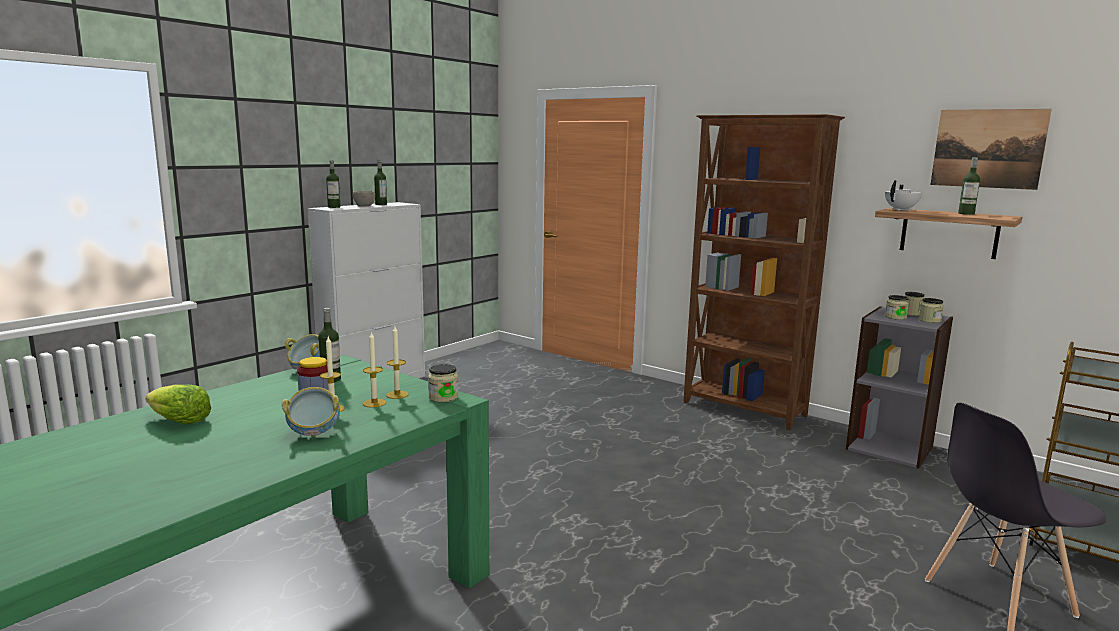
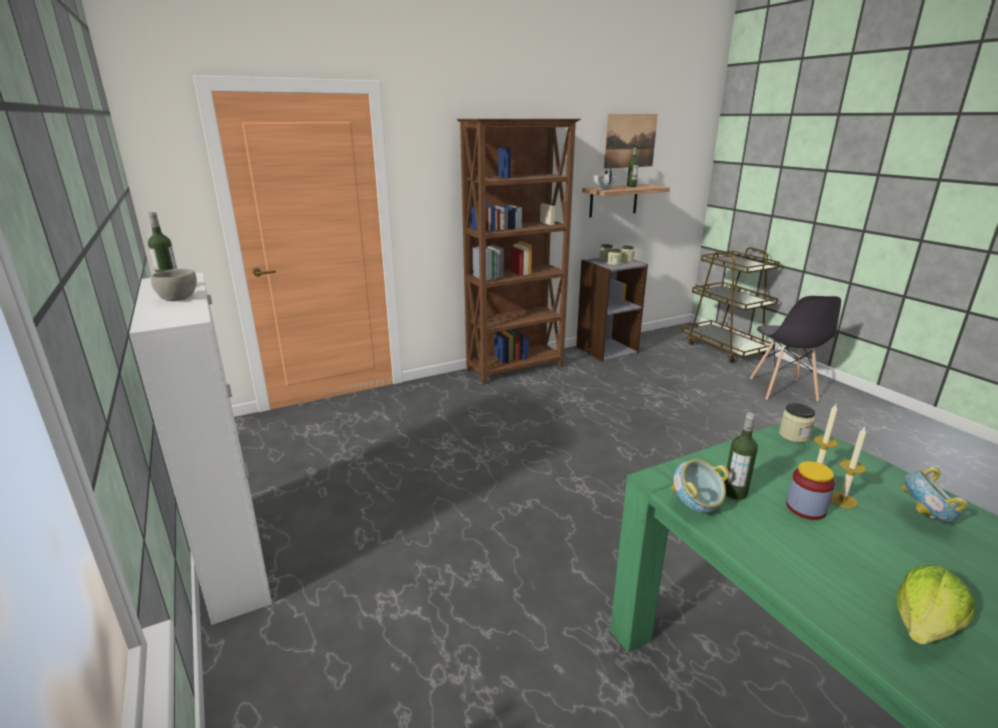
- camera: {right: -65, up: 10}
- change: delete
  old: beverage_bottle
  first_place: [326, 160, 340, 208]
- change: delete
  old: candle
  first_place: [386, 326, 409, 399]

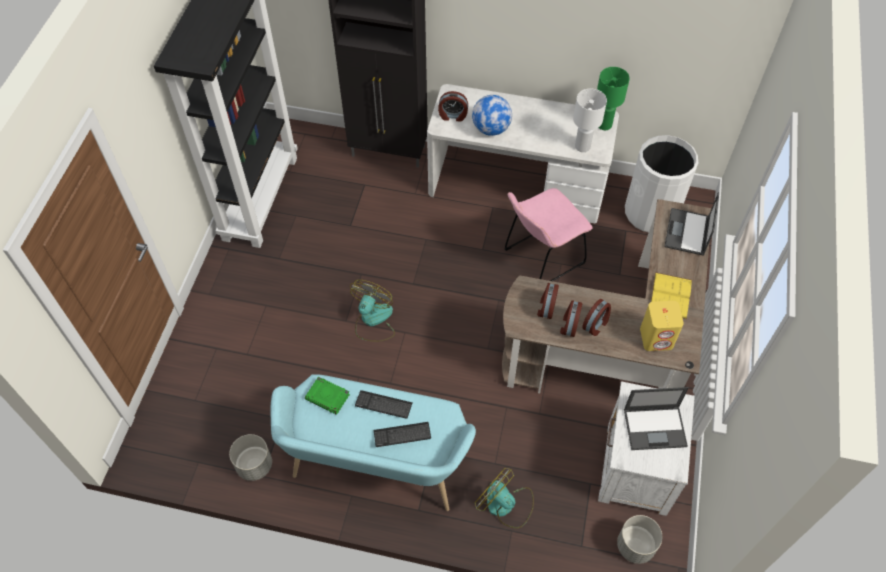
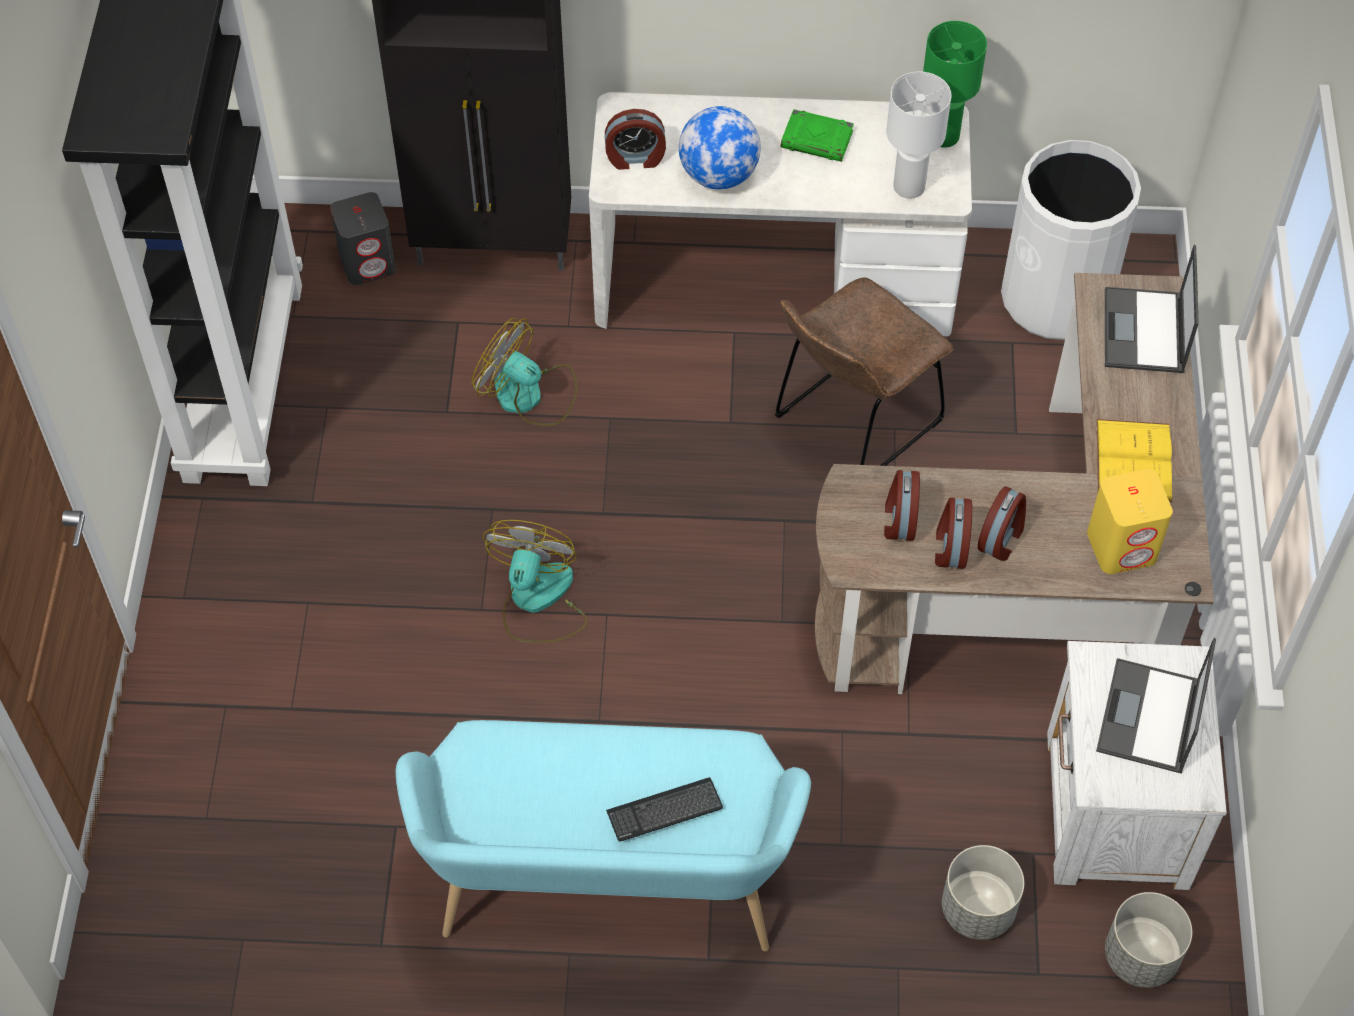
- camera: {right: -10, up: 0}
- change: recolor
  old: pink_upright_chair
  new: brownish_upright_chair
  first_place: [504, 188, 592, 281]
  second_place: [775, 278, 953, 466]
- change: move
  old: greenish_book
  first_place: [305, 376, 350, 415]
  second_place: [781, 109, 854, 162]
- change: rotate
  old: portable_computer
  first_place: [624, 387, 689, 450]
  second_place: [1096, 638, 1216, 774]
  degrees: 120
- change: delete
  old: PC_keyboard
  first_place: [355, 390, 413, 419]
- change: move
  old: greyish_planter
  first_place: [229, 434, 272, 481]
  second_place: [942, 845, 1024, 940]
- change: move
  old: electric_fan
  first_place: [475, 468, 534, 528]
  second_place: [471, 318, 577, 426]
- change: insert
  new: greyish_audio_speaker
  second_place: [330, 192, 396, 285]

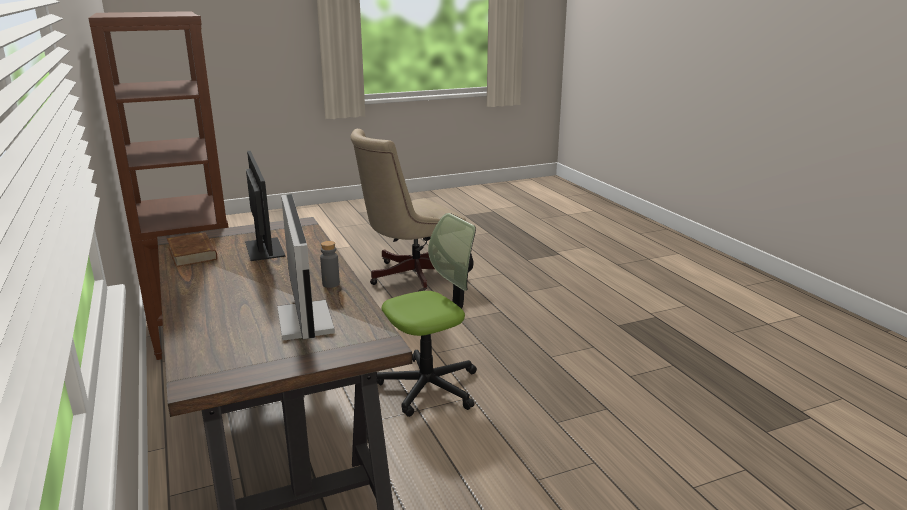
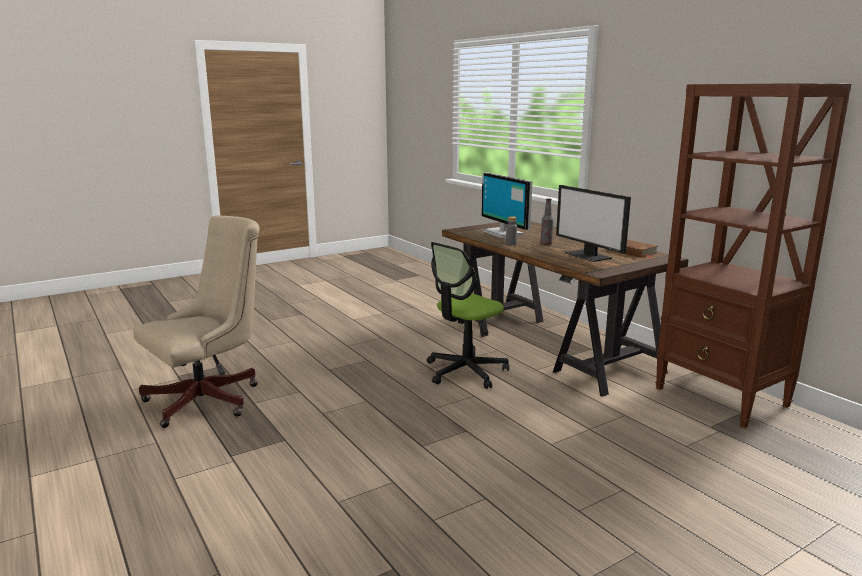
- camera: {right: 170, up: -5}
- change: move
  old: sand-coloured_office_chair
  first_place: [350, 129, 466, 291]
  second_place: [133, 215, 260, 428]
- change: insert
  new: beverage_bottle
  second_place: [541, 198, 554, 245]

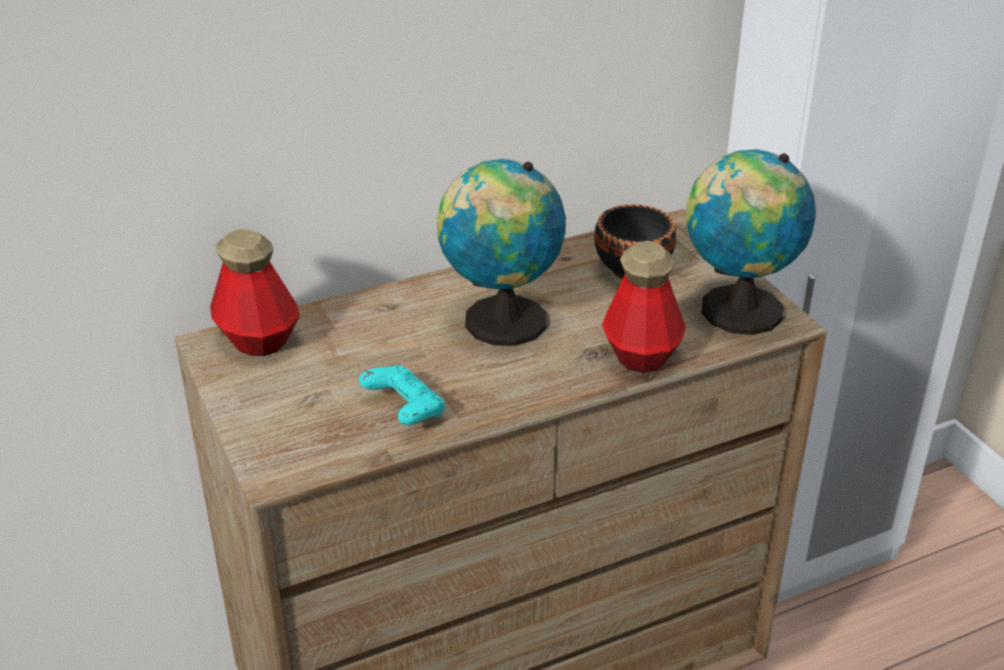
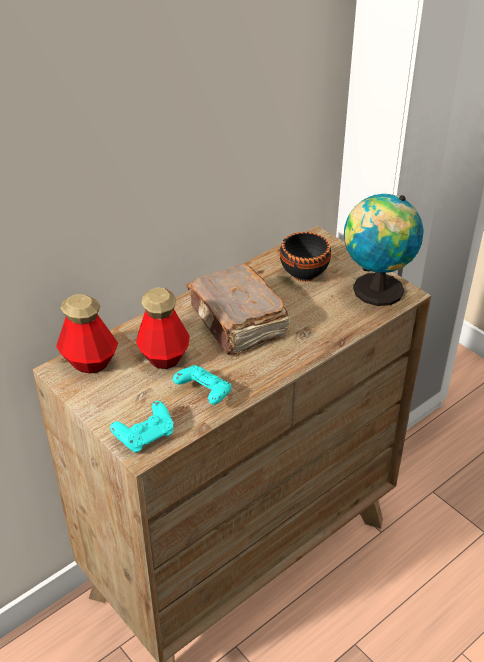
- camera: {right: -15, up: 5}
- change: replace
  old: globe
  new: brownish_book
  first_place: [437, 159, 566, 346]
  second_place: [186, 264, 290, 355]
- change: move
  old: beverage_bottle
  first_place: [602, 241, 686, 373]
  second_place: [136, 288, 190, 369]
- change: insert
  new: turquoise-coloured_joypad
  second_place: [110, 401, 173, 453]

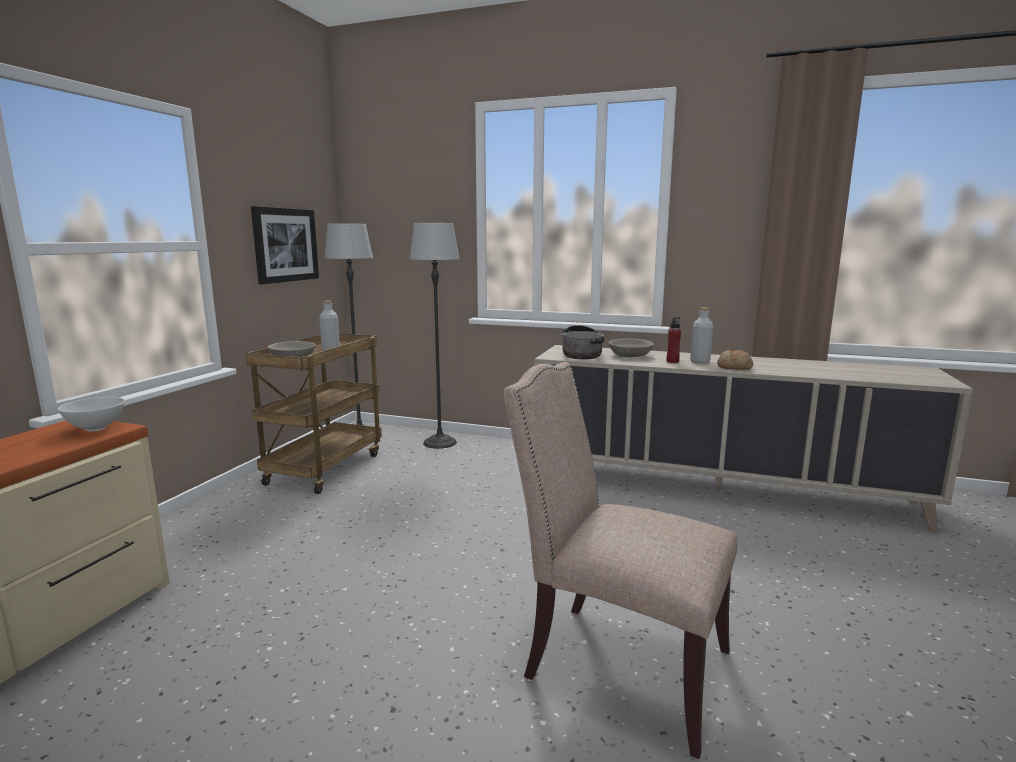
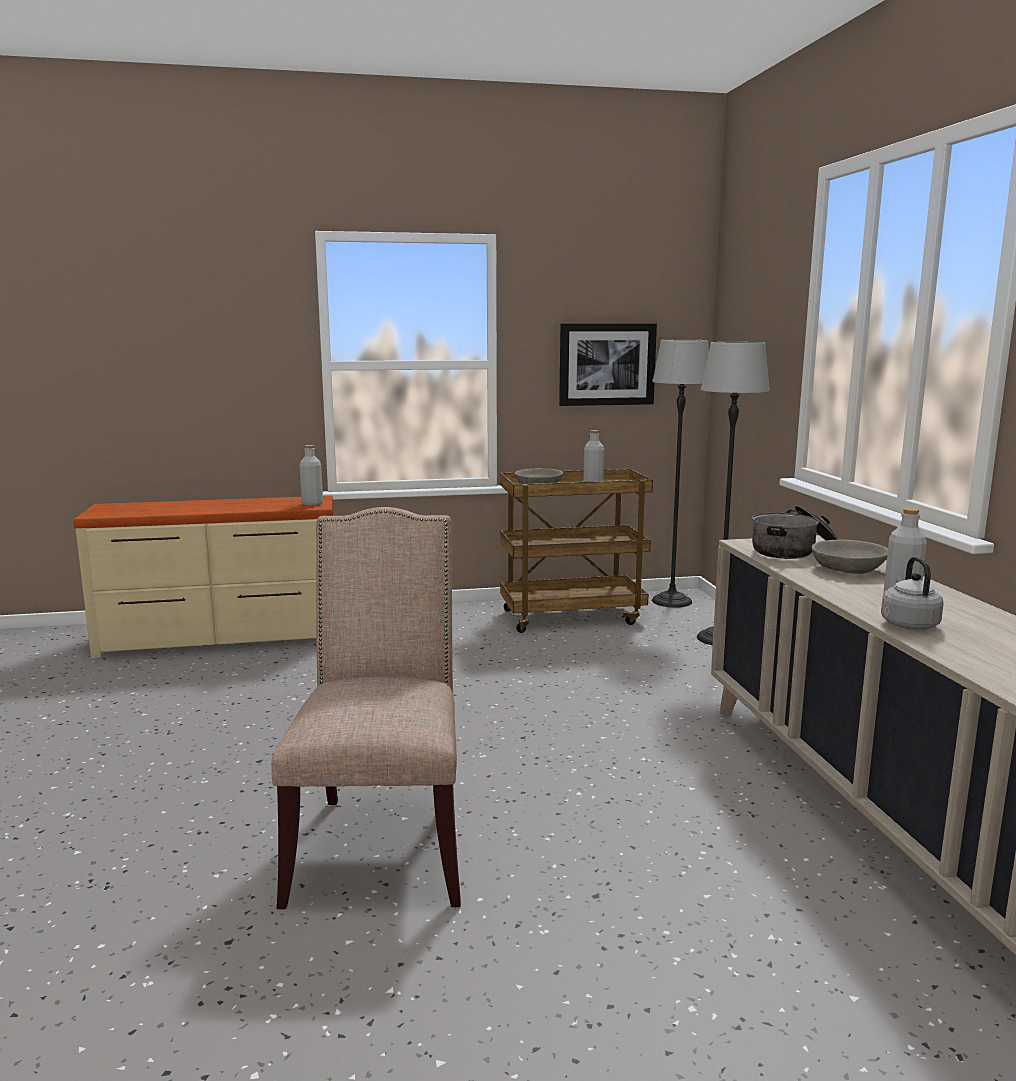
- camera: {right: 60, up: 0}
- change: delete
  old: reddish_beverage_bottle
  first_place: [667, 317, 681, 363]
- change: replace
  old: bread
  new: greyish_kettle
  first_place: [717, 349, 753, 370]
  second_place: [881, 556, 944, 630]
- change: replace
  old: whitish_serving_bowl
  new: greyish_beverage_bottle
  first_place: [58, 397, 125, 431]
  second_place: [299, 445, 323, 506]

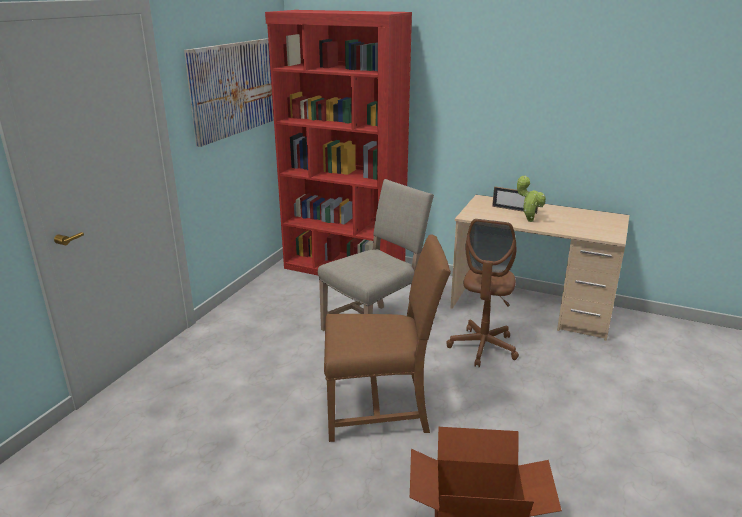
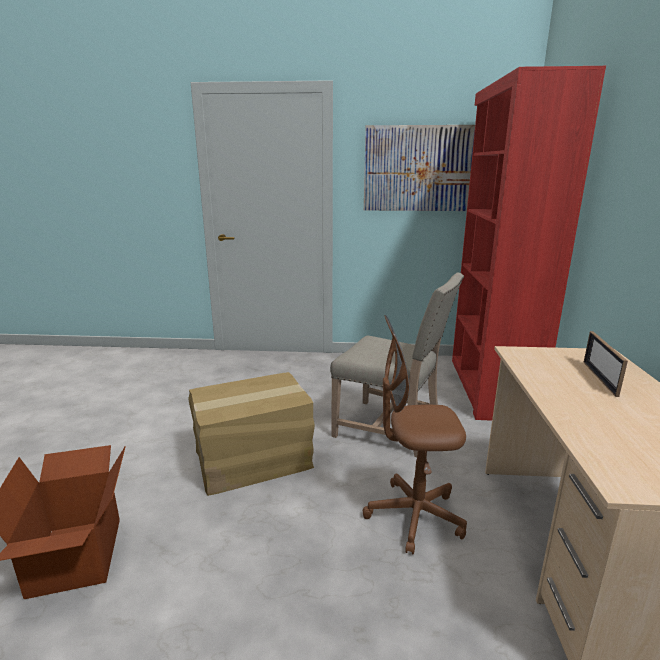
- camera: {right: 70, up: -5}
- change: delete
  old: houseplant
  first_place: [517, 176, 546, 222]
- change: replace
  old: brownish_upright_chair
  new: cardboard_box
  first_place: [324, 234, 451, 442]
  second_place: [188, 372, 315, 496]

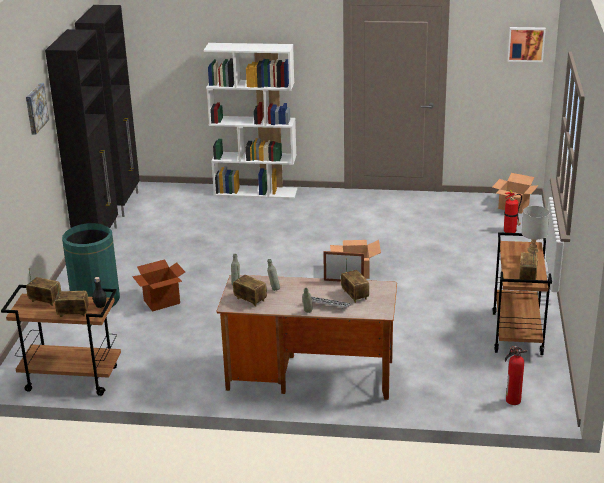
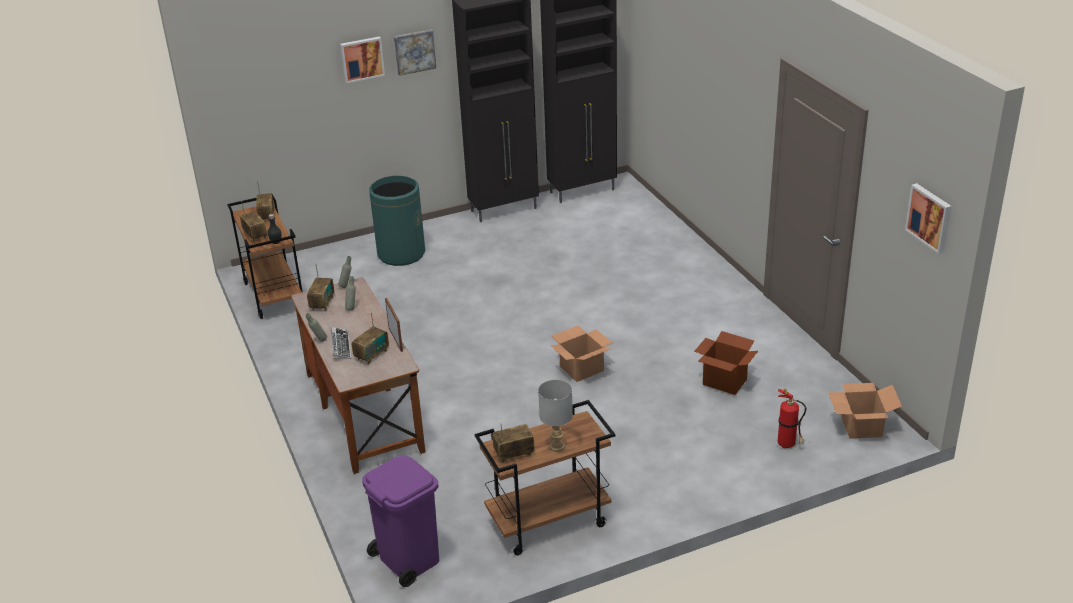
- camera: {right: 60, up: 5}
- change: delete
  old: whitish_shelving_unit
  first_place: [204, 43, 297, 199]
- change: move
  old: cardboard_box
  first_place: [132, 259, 185, 312]
  second_place: [694, 331, 758, 395]
- change: replace
  old: fire-fighting_cylinder
  new: purplish_rubbish_bin
  first_place: [505, 346, 527, 405]
  second_place: [362, 456, 439, 587]
- change: insert
  new: wall_art
  second_place: [340, 37, 385, 83]

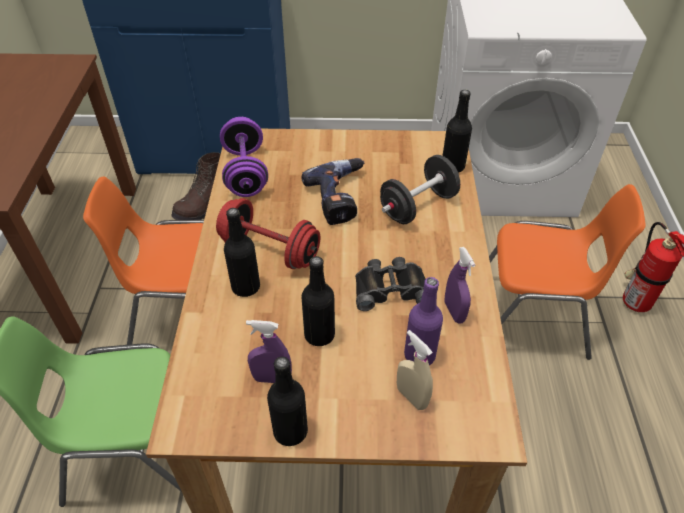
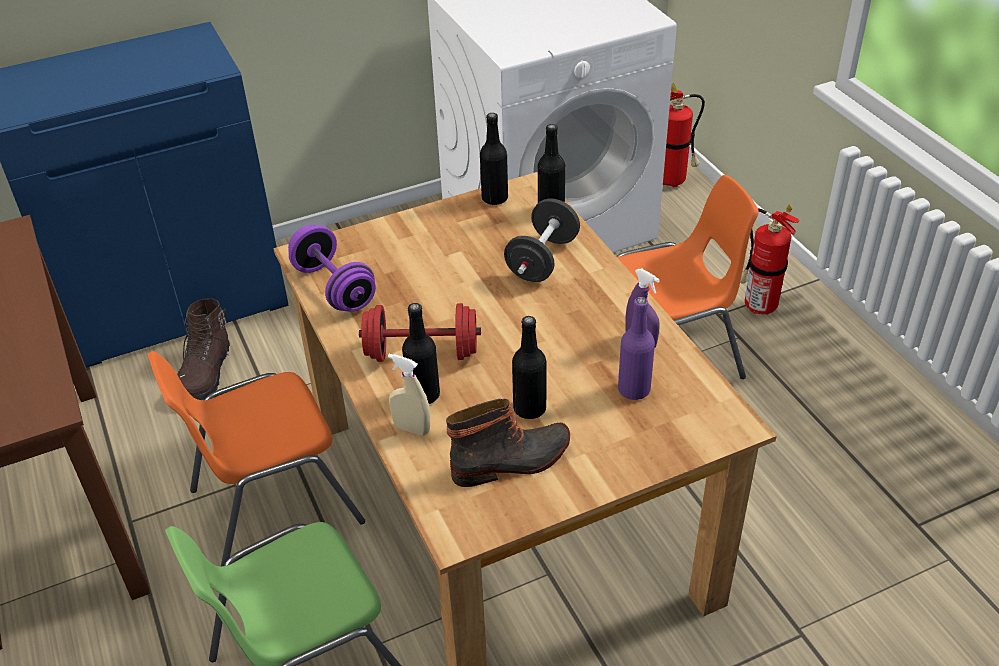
- camera: {right: -25, up: -5}
- change: delete
  old: electric_drill
  first_place: [301, 158, 364, 225]
- change: delete
  old: black-coloured_pair_of_binoculars
  first_place: [355, 257, 426, 311]
- change: replace
  old: purplish_spray_bottle
  new: boot
  first_place: [246, 320, 292, 383]
  second_place: [446, 398, 570, 487]
- change: move
  old: sand-coloured_spray_bottle
  first_place: [397, 330, 433, 410]
  second_place: [388, 354, 430, 436]
- change: move
  old: black-coloured_beverage_bottle
  first_place: [267, 356, 308, 446]
  second_place: [480, 113, 508, 205]
- change: insert
  new: fire-fighting_cylinder
  second_place: [663, 83, 705, 188]

